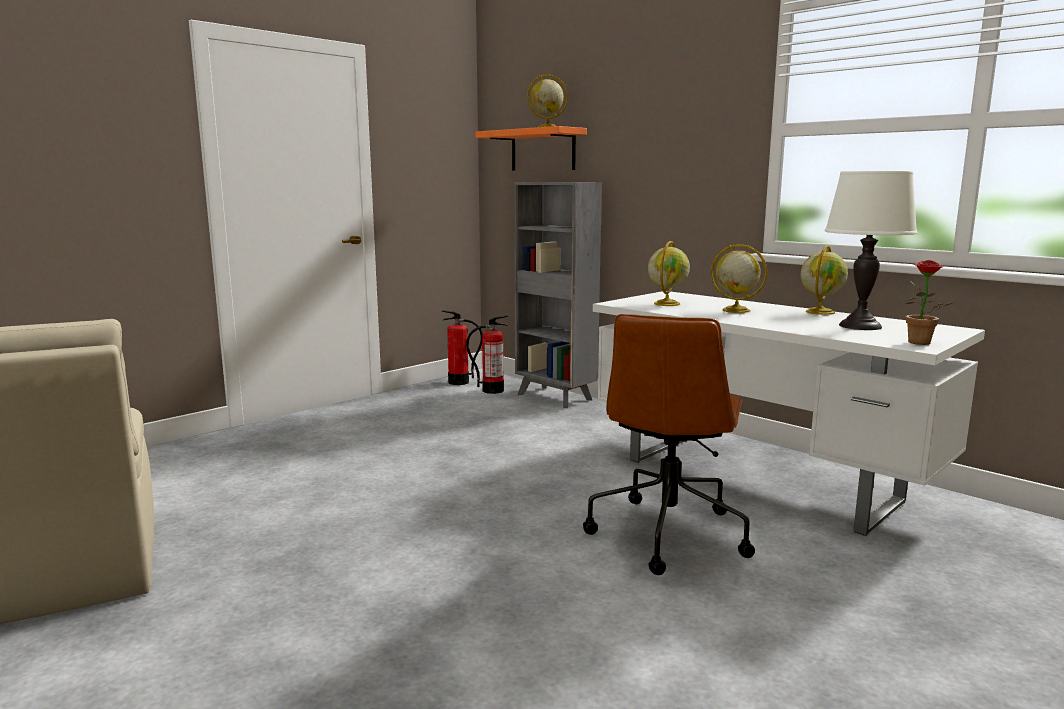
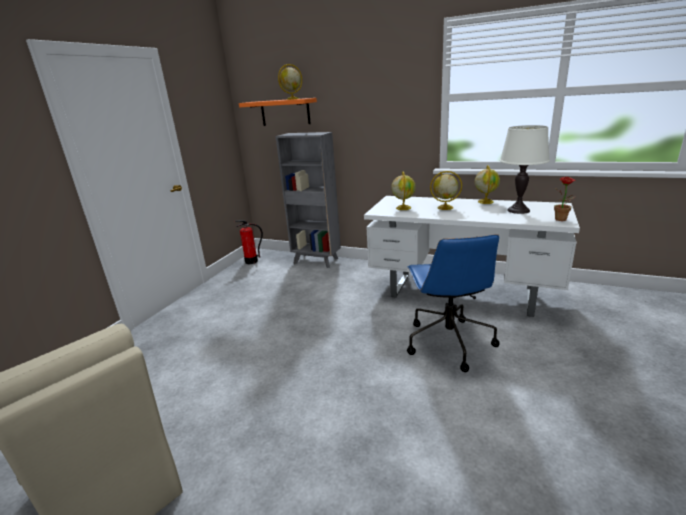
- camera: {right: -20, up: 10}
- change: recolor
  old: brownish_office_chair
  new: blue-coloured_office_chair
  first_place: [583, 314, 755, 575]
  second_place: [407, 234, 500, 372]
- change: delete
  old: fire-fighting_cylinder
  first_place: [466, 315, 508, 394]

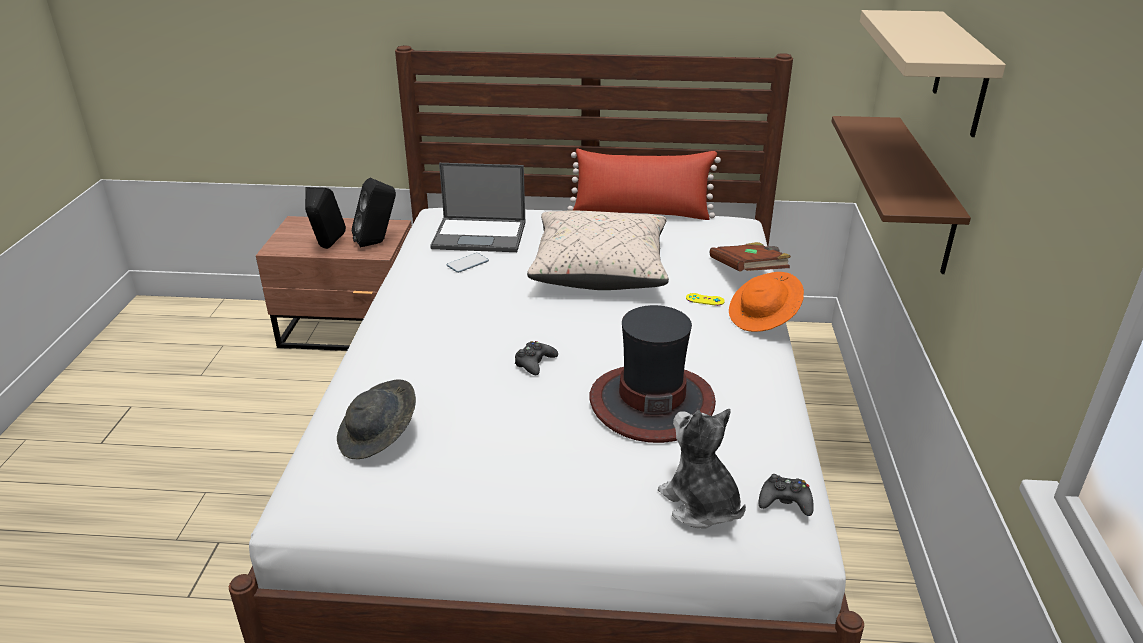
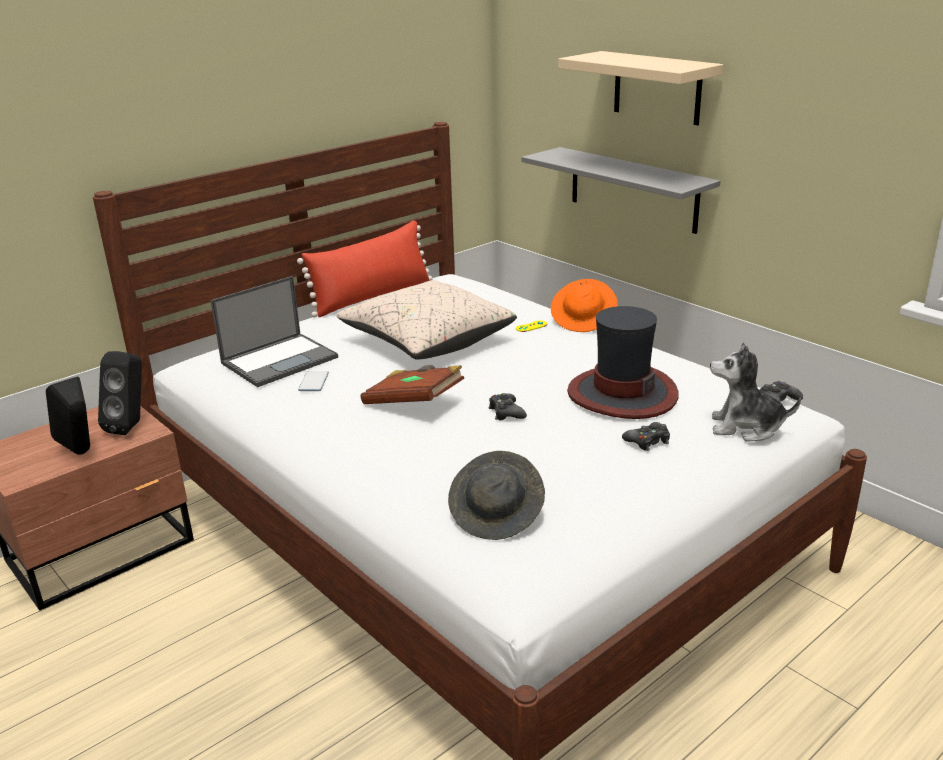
- camera: {right: -45, up: -5}
- change: recolor
  old: brownish_shelf
  new: greyish_shelf
  first_place: [832, 116, 971, 274]
  second_place: [521, 147, 720, 234]
- change: move
  old: brownish_book
  first_place: [710, 242, 791, 272]
  second_place: [360, 365, 464, 404]
- change: insert
  new: black-coloured_joypad
  second_place: [622, 422, 670, 451]

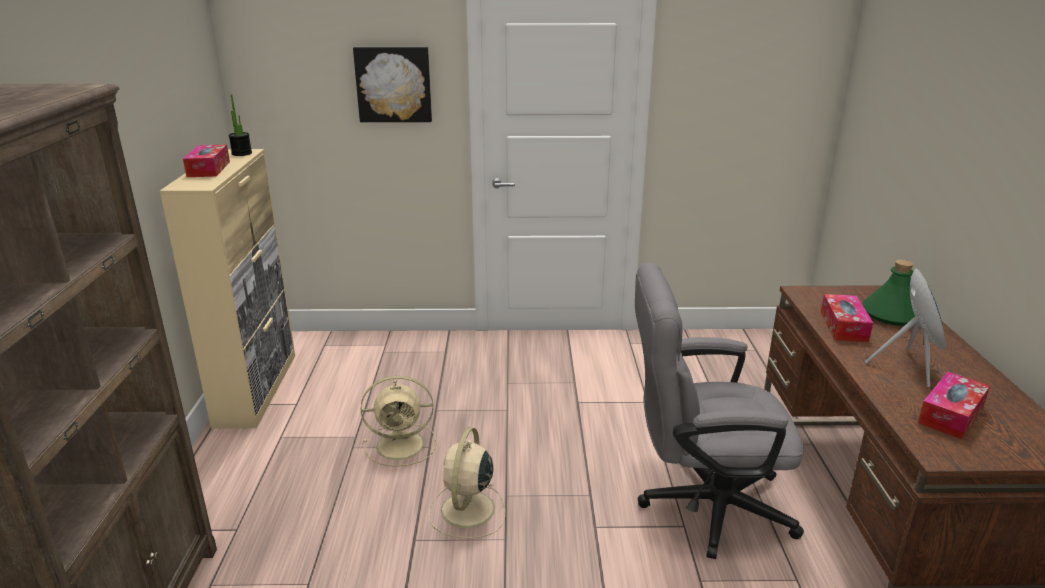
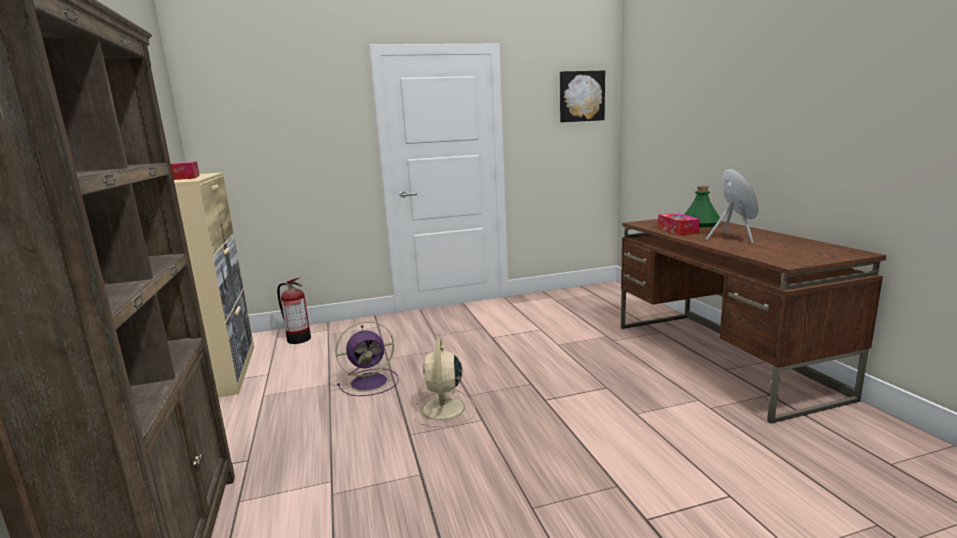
- camera: {right: -15, up: -10}
- change: move
  old: wall_art
  first_place: [353, 47, 432, 122]
  second_place: [560, 71, 605, 122]
- change: delete
  old: houseplant
  first_place: [229, 94, 252, 156]
- change: delete
  old: greyish_office_chair
  first_place: [635, 263, 804, 559]
- change: delete
  old: box_of_tissues
  first_place: [918, 372, 990, 440]
- change: recolor
  old: sand-coloured_electric_fan
  new: purplish_electric_fan
  first_place: [360, 376, 437, 467]
  second_place: [335, 321, 399, 396]
- change: insert
  new: fire-fighting_cylinder
  second_place: [277, 278, 311, 344]

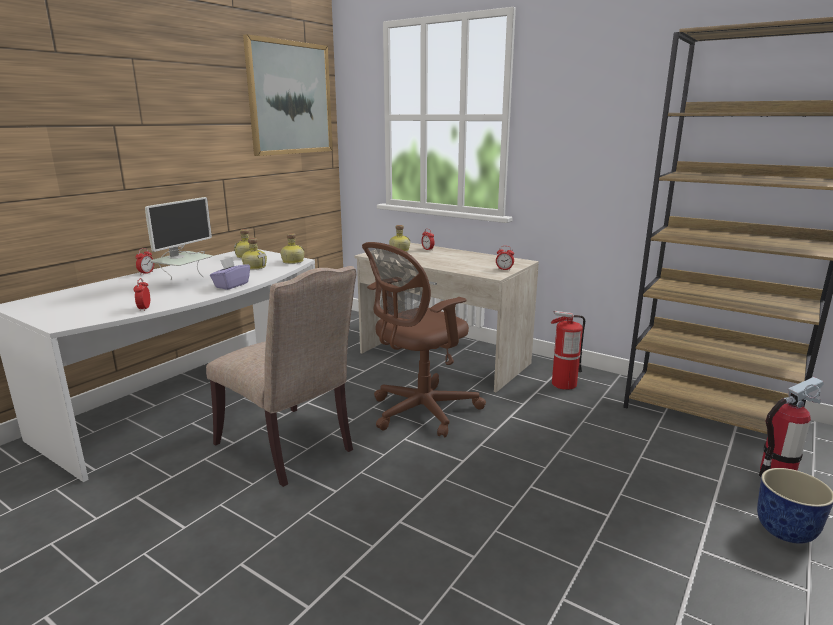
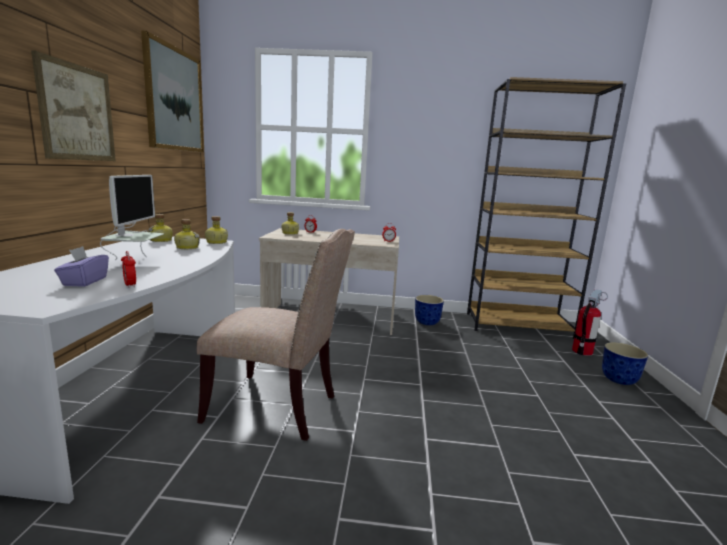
- camera: {right: -30, up: -5}
- change: delete
  old: brownish_office_chair
  first_place: [362, 242, 486, 438]
- change: delete
  old: alarm_clock
  first_place: [135, 248, 154, 275]
- change: move
  old: purplish_box_of_tissues
  first_place: [210, 257, 250, 290]
  second_place: [54, 246, 109, 287]
- change: replace
  old: fire-fighting_cylinder
  new: planter
  first_place: [551, 311, 585, 390]
  second_place: [415, 295, 444, 325]
- change: insert
  new: wall_art
  second_place: [31, 50, 116, 161]

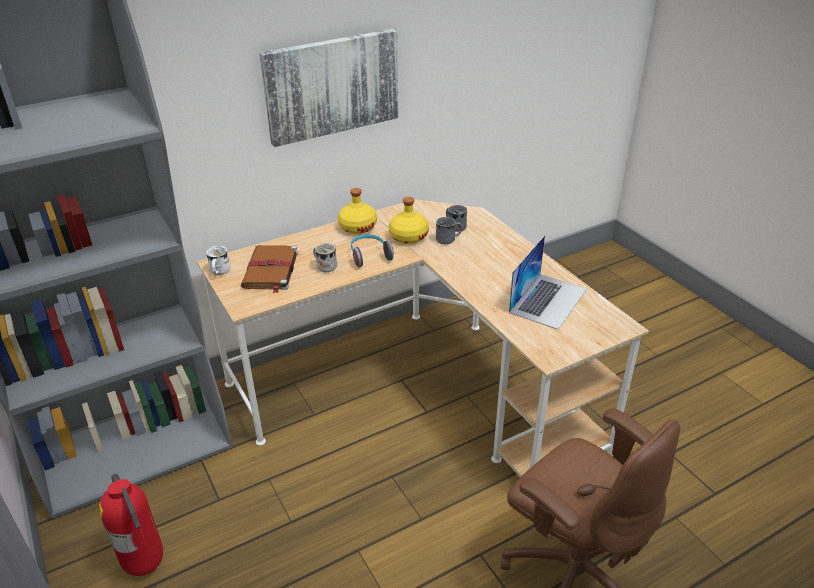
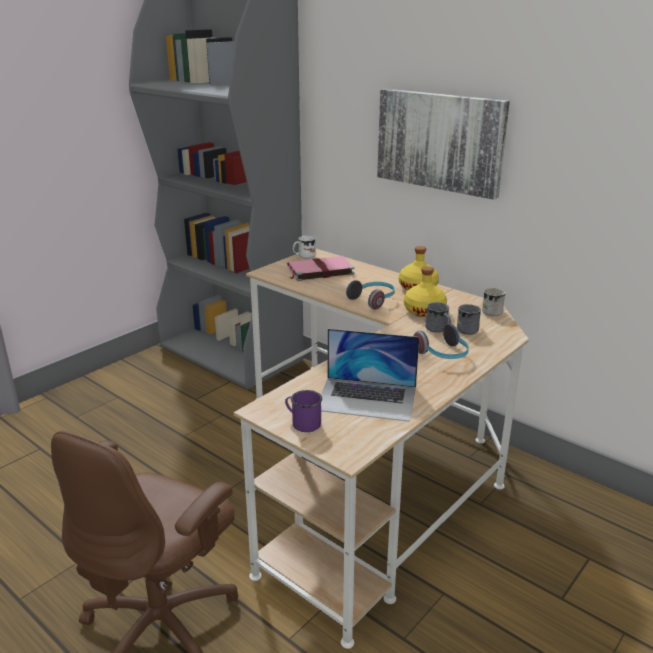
- camera: {right: 70, up: -10}
- change: move
  old: whitish_coffee_mug
  first_place: [313, 243, 337, 272]
  second_place: [482, 288, 505, 316]
- change: recolor
  old: brownish_book
  new: pink_book
  first_place: [241, 245, 298, 293]
  second_place: [287, 256, 354, 281]
- change: delete
  old: fire-fighting_cylinder
  first_place: [99, 474, 163, 576]
- change: insert
  new: pair_of_headphones
  second_place: [414, 324, 469, 359]
- change: insert
  new: purplish_coffee_mug
  second_place: [285, 390, 322, 432]

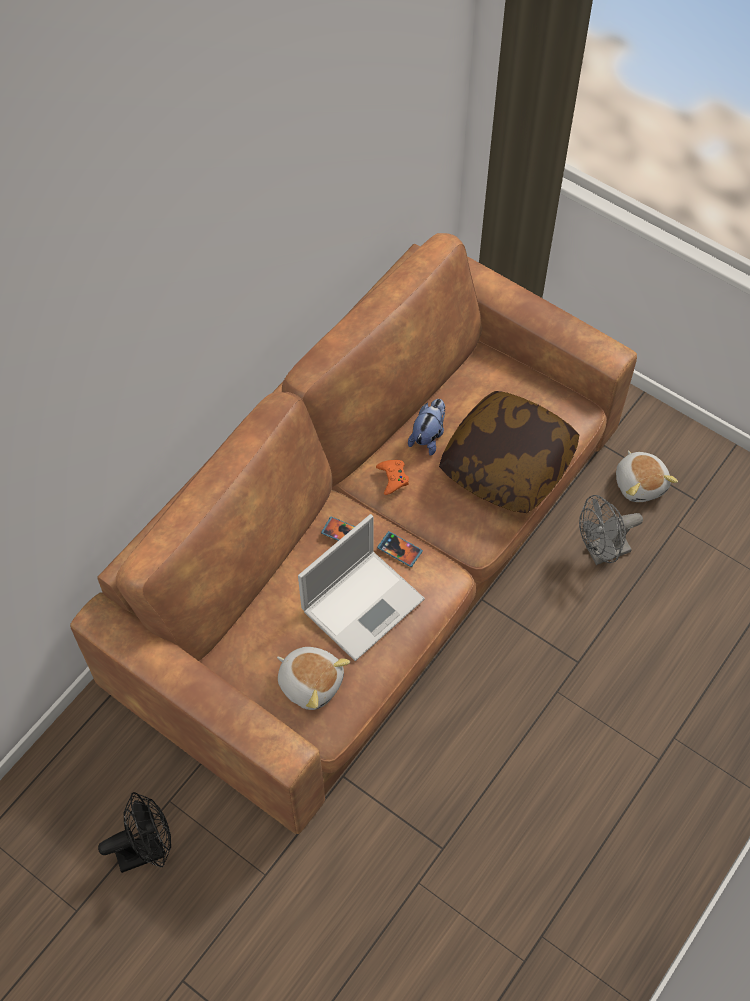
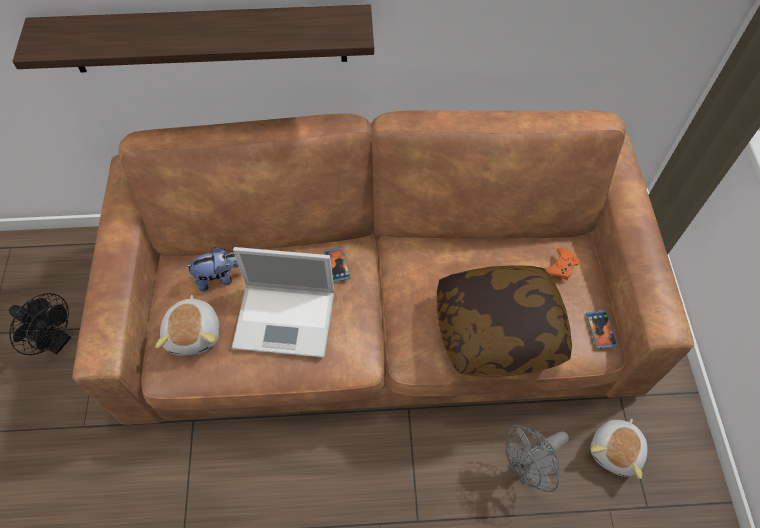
- camera: {right: 50, up: 0}
- change: move
  old: cuddly_toy
  first_place: [408, 399, 445, 456]
  second_place: [185, 247, 239, 292]
- change: move
  old: orangey_joypad
  first_place: [376, 460, 409, 495]
  second_place: [545, 248, 579, 280]
- change: rotate
  old: greyish_electric_fan
  first_place: [579, 495, 643, 565]
  second_place: [505, 425, 569, 492]
  degrees: -60
- change: move
  old: phone
  first_place: [377, 531, 423, 567]
  second_place: [586, 310, 618, 349]
- change: insert
  new: shelf
  second_place: [12, 4, 374, 72]

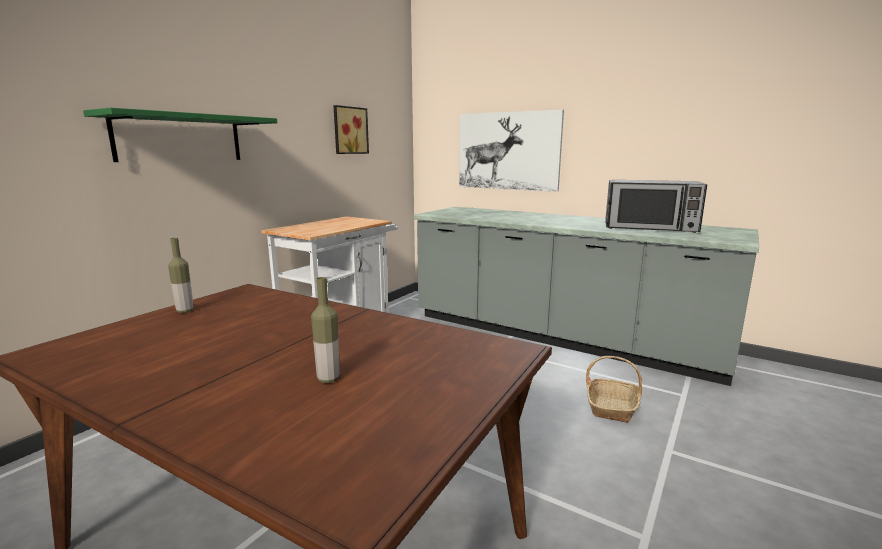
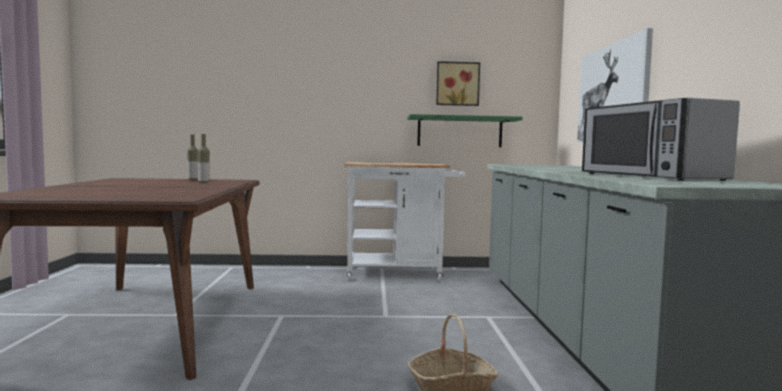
- camera: {right: 55, up: -10}
- change: move
  old: greenish_shelf
  first_place: [83, 108, 277, 162]
  second_place: [407, 114, 523, 147]
- change: move
  old: beverage_bottle
  first_place: [311, 277, 340, 383]
  second_place: [198, 134, 210, 183]

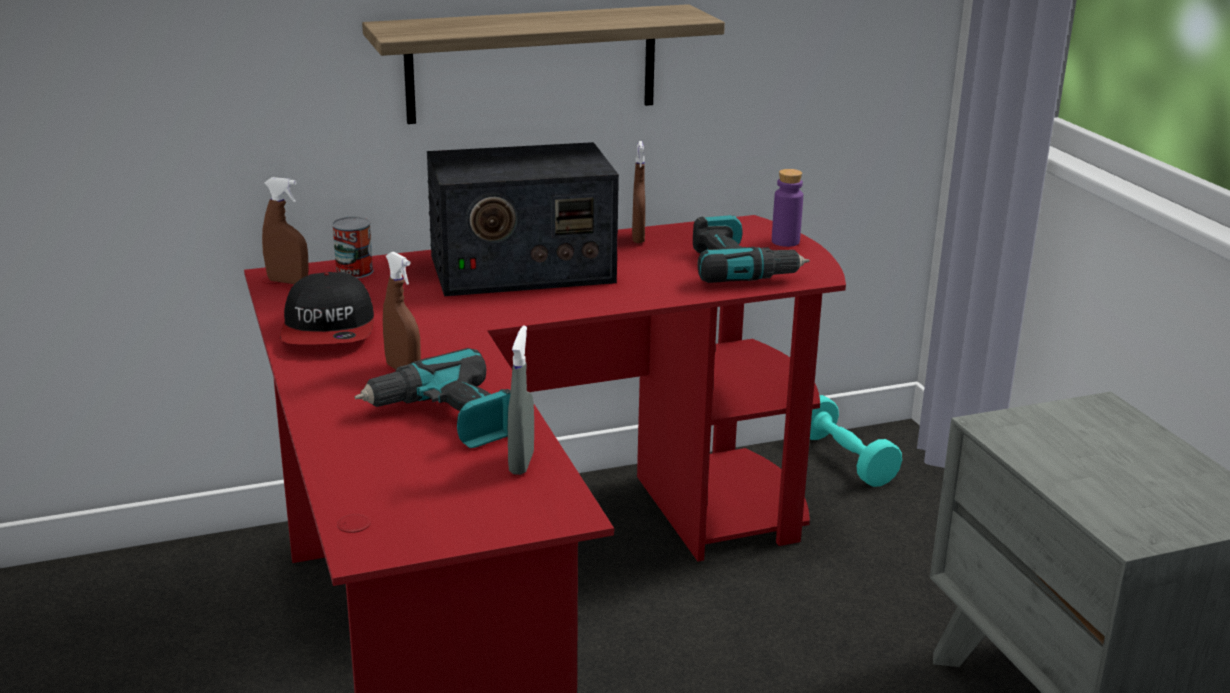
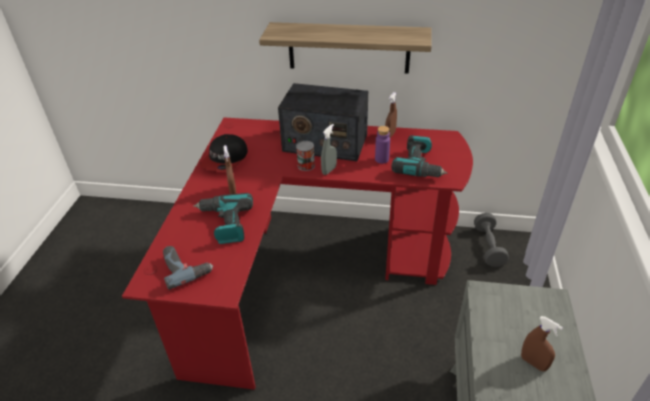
- camera: {right: 30, up: 15}
- change: move
  old: purplish_beverage_bottle
  first_place: [772, 169, 803, 247]
  second_place: [375, 126, 390, 164]
- change: move
  old: brownish_spray_bottle
  first_place: [262, 177, 308, 284]
  second_place: [521, 316, 563, 371]
- change: move
  old: can
  first_place: [332, 216, 374, 278]
  second_place: [296, 141, 315, 171]
- change: move
  old: greyish_spray_bottle
  first_place: [508, 326, 534, 475]
  second_place: [321, 124, 337, 175]
- change: recolor
  old: turquoise-coloured_dumbbell
  new: greyish_dumbbell
  first_place: [810, 395, 902, 487]
  second_place: [474, 213, 509, 267]
- change: insert
  new: electric_drill
  second_place: [163, 246, 213, 290]

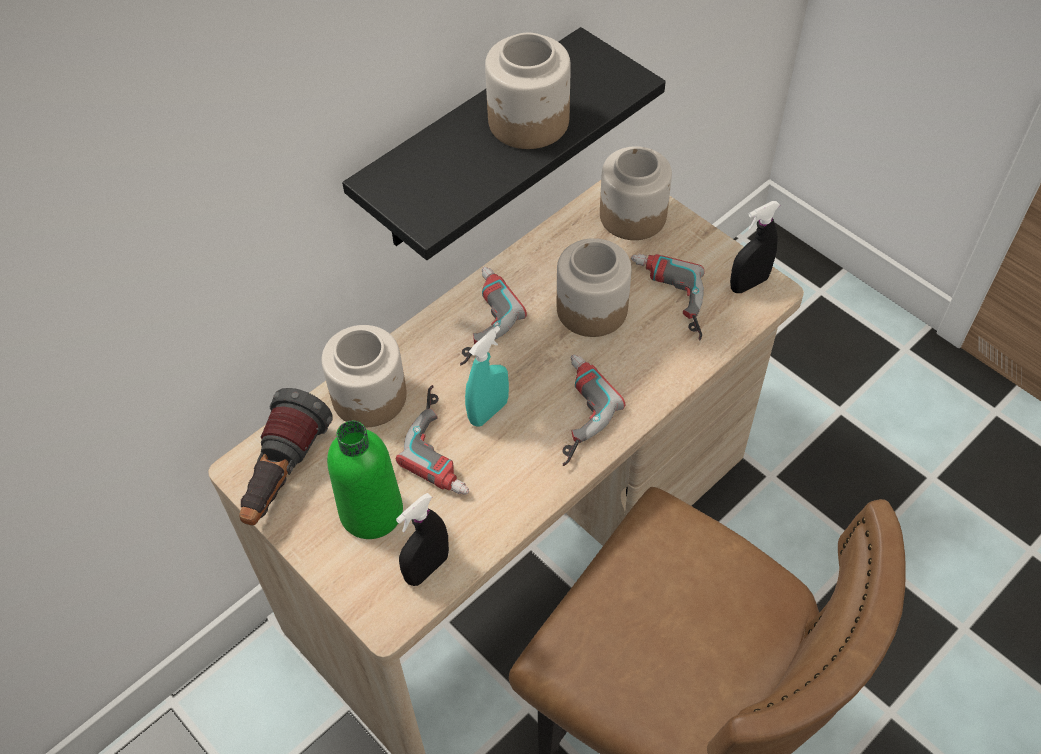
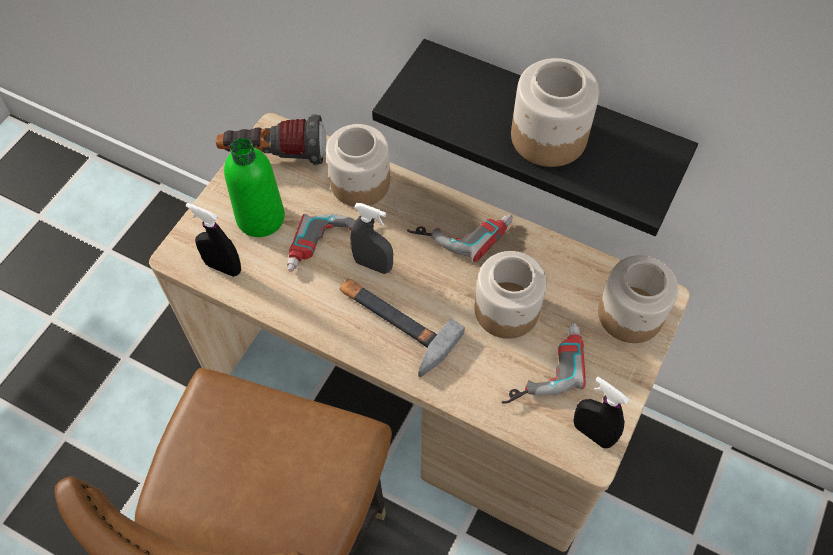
- camera: {right: 70, up: 5}
- change: recolor
  old: turquoise-coloured_spray_bottle
  new: greyish_spray_bottle
  first_place: [465, 326, 509, 426]
  second_place: [350, 203, 393, 274]
- change: replace
  old: electric_drill
  new: hammer
  first_place: [562, 355, 625, 466]
  second_place: [340, 279, 465, 378]

